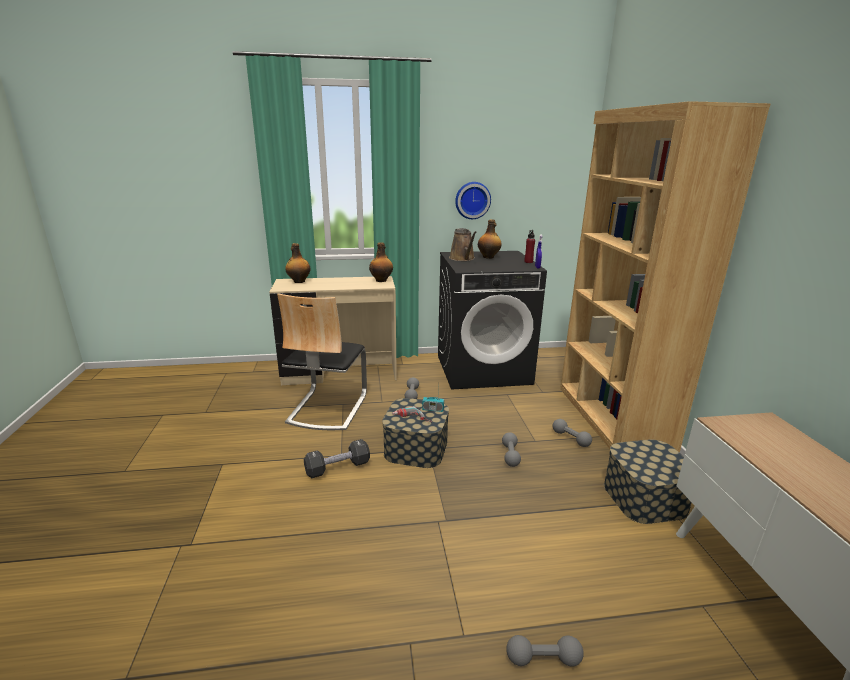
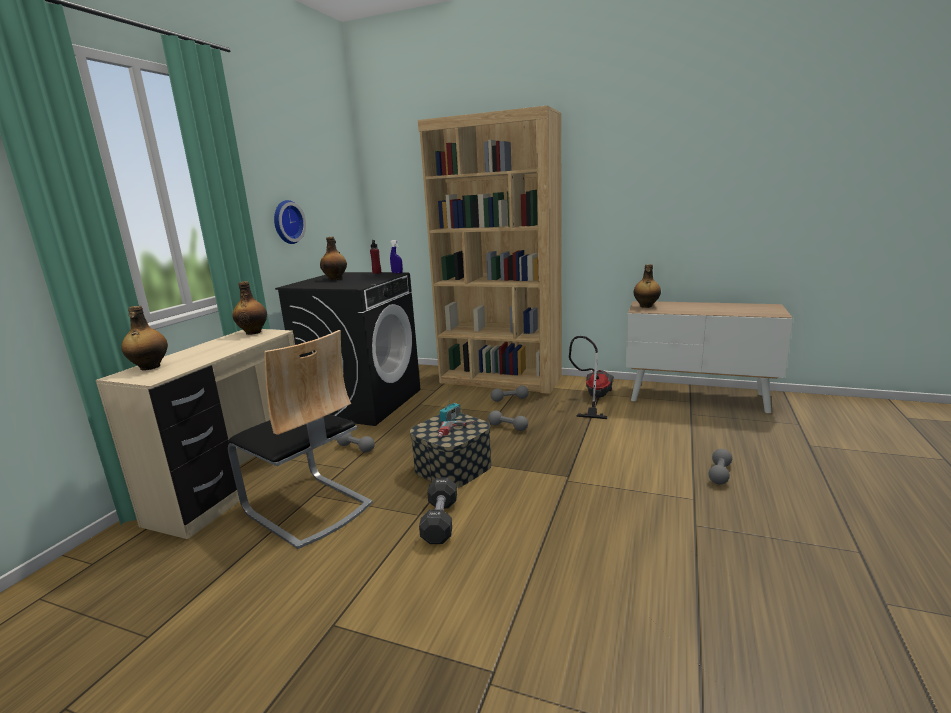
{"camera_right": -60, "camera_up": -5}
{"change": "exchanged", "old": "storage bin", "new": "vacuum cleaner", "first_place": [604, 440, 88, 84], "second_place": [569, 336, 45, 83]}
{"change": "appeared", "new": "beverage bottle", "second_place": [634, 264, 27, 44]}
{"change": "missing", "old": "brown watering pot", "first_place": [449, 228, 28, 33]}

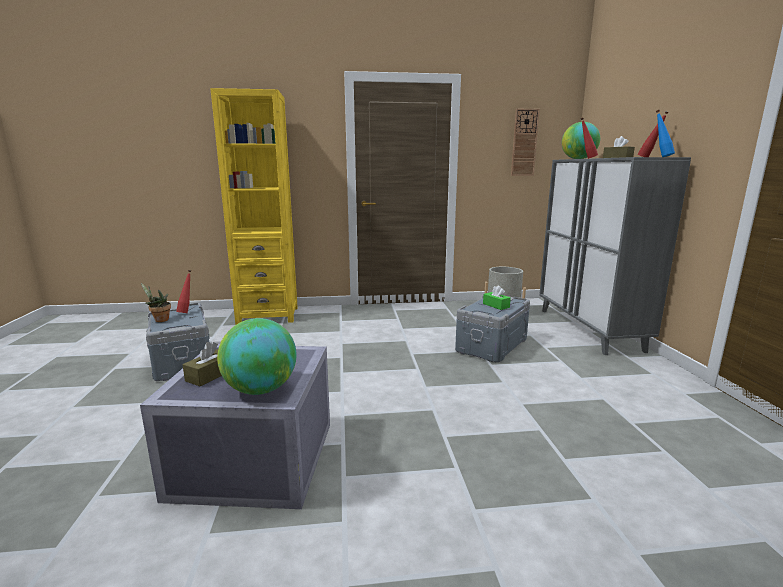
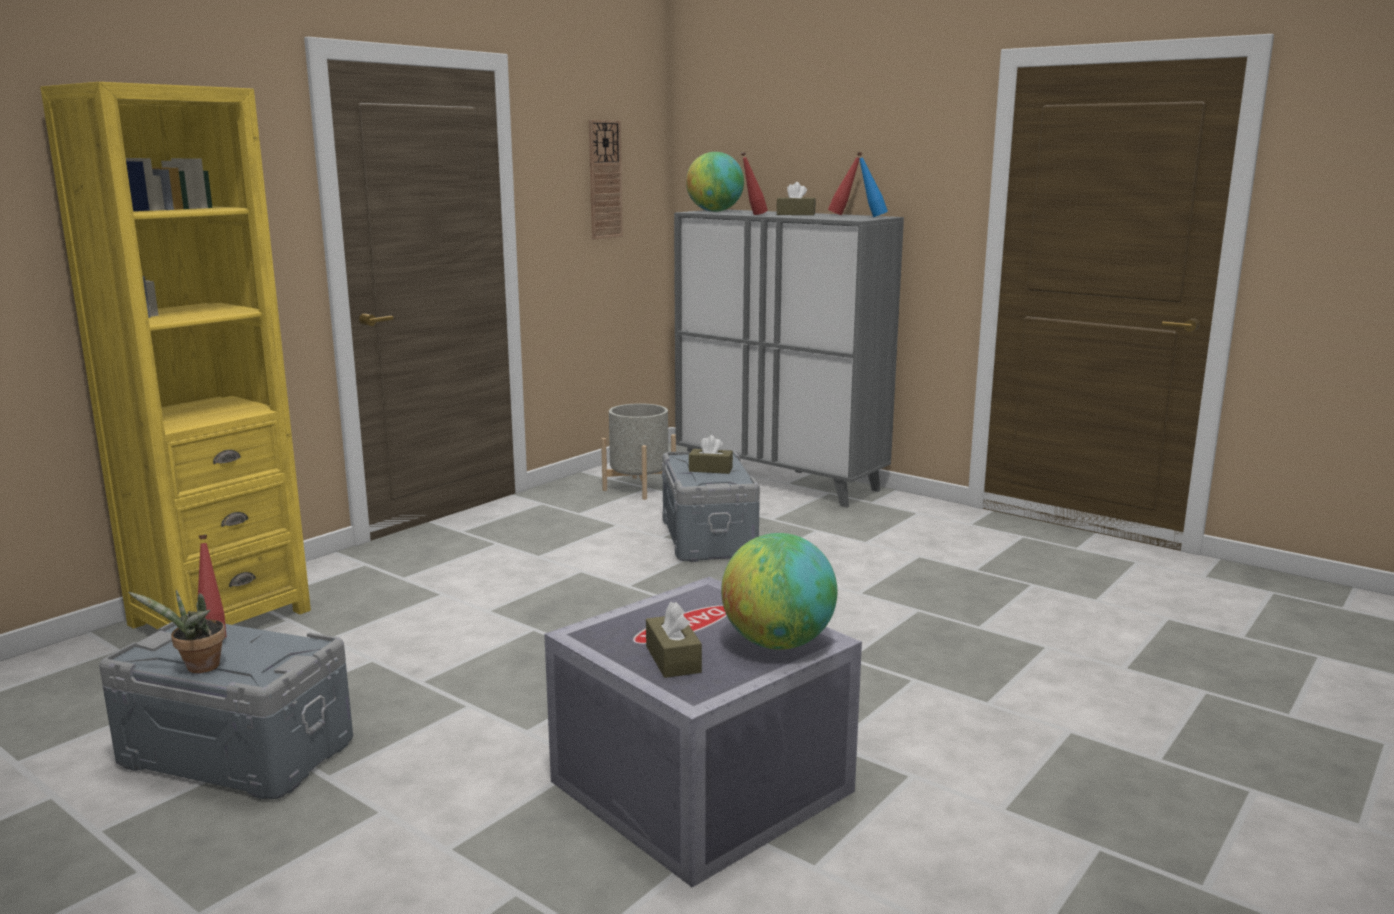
{"camera_right": -45, "camera_up": 0}
{"change": "colour", "old": "green-coloured tissue box", "new": "brown tissue box", "first_place": [483, 286, 28, 24], "second_place": [689, 435, 44, 39]}

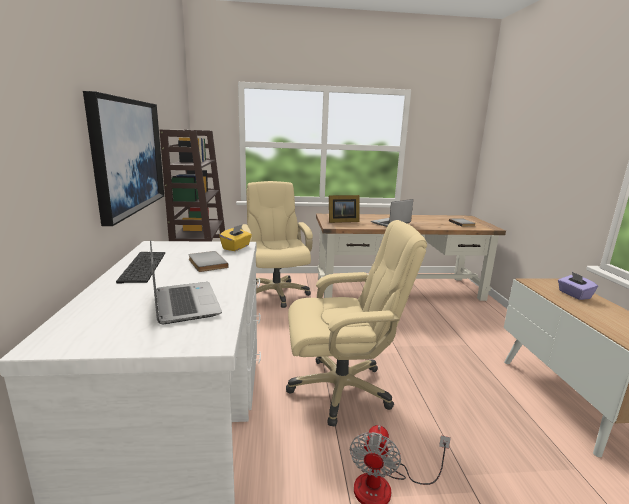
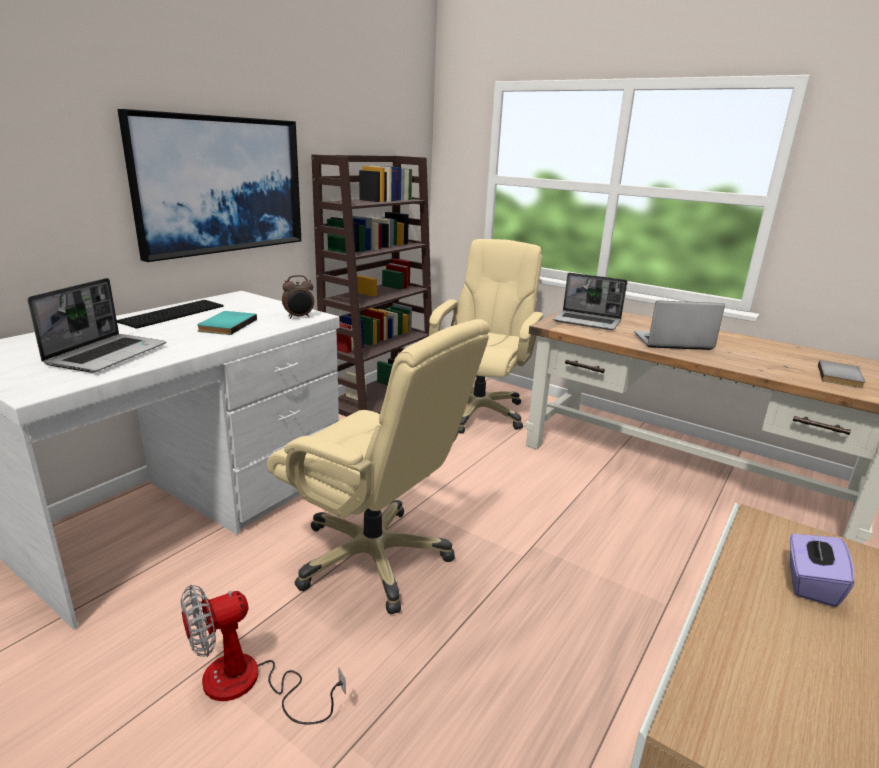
{"camera_right": 40, "camera_up": 5}
{"change": "colour", "old": "grey bound book", "new": "turquoise-coloured bound book", "first_place": [188, 251, 41, 21], "second_place": [197, 311, 60, 24]}
{"change": "exchanged", "old": "yellow-coloured tissue box", "new": "table clock", "first_place": [219, 224, 33, 27], "second_place": [282, 275, 32, 44]}
{"change": "exchanged", "old": "standing frame", "new": "laptop", "first_place": [329, 195, 30, 28], "second_place": [553, 273, 74, 57]}

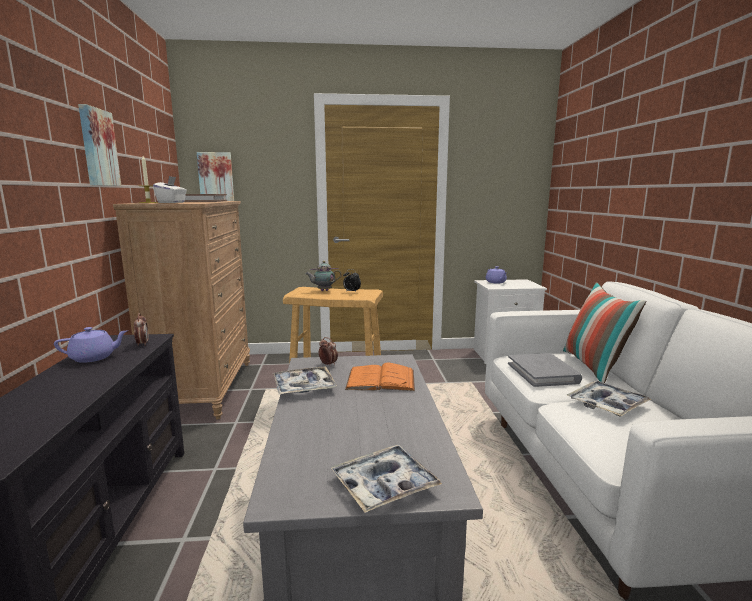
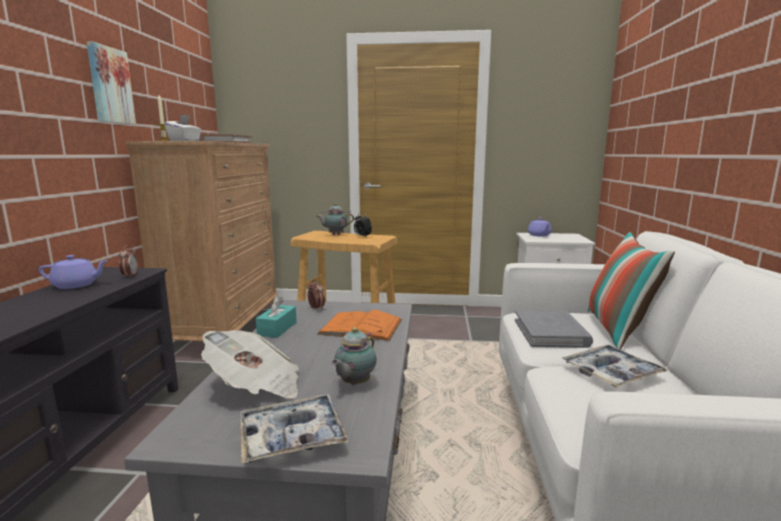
{"camera_right": 10, "camera_up": 0}
{"change": "appeared", "new": "newspaper", "second_place": [201, 330, 98, 69]}
{"change": "exchanged", "old": "serving tray", "new": "turquoise-coloured tissue box", "first_place": [273, 366, 64, 28], "second_place": [256, 295, 41, 43]}
{"change": "appeared", "new": "teapot", "second_place": [331, 327, 46, 58]}
{"change": "missing", "old": "wall picture", "first_place": [197, 152, 37, 49]}

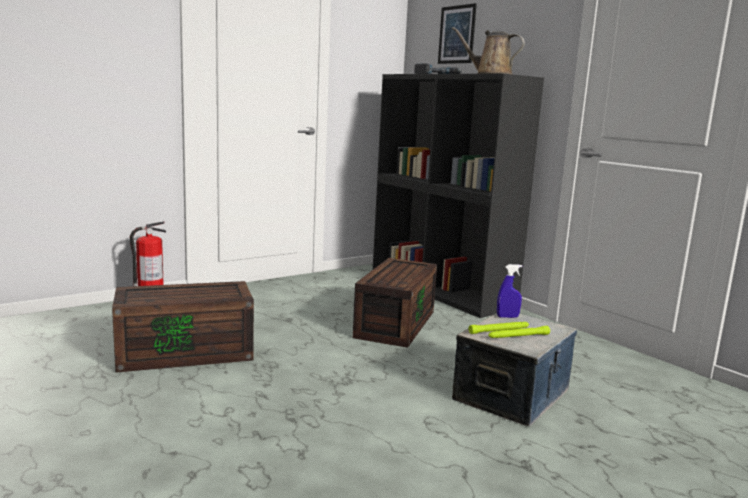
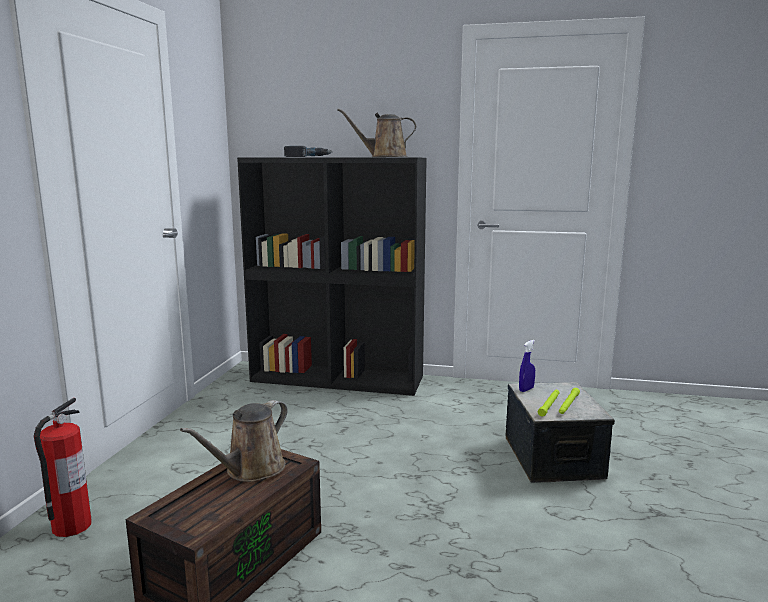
{"camera_right": -40, "camera_up": 0}
{"change": "appeared", "new": "brown watering pot", "second_place": [180, 400, 107, 82]}
{"change": "missing", "old": "brown storage bin", "first_place": [353, 258, 84, 90]}
{"change": "missing", "old": "wall picture", "first_place": [438, 3, 39, 61]}

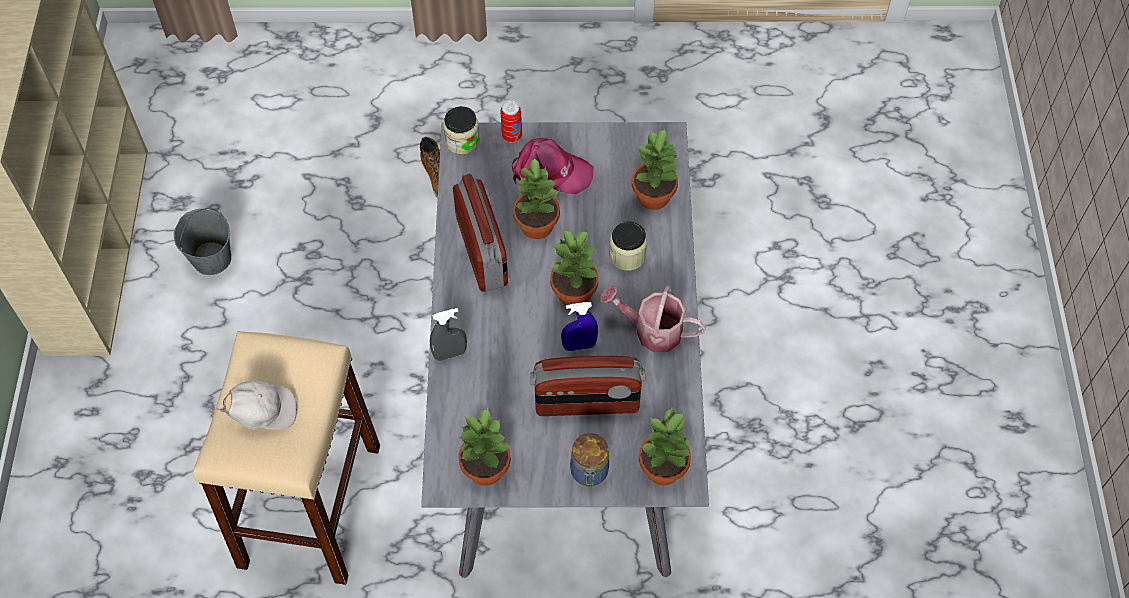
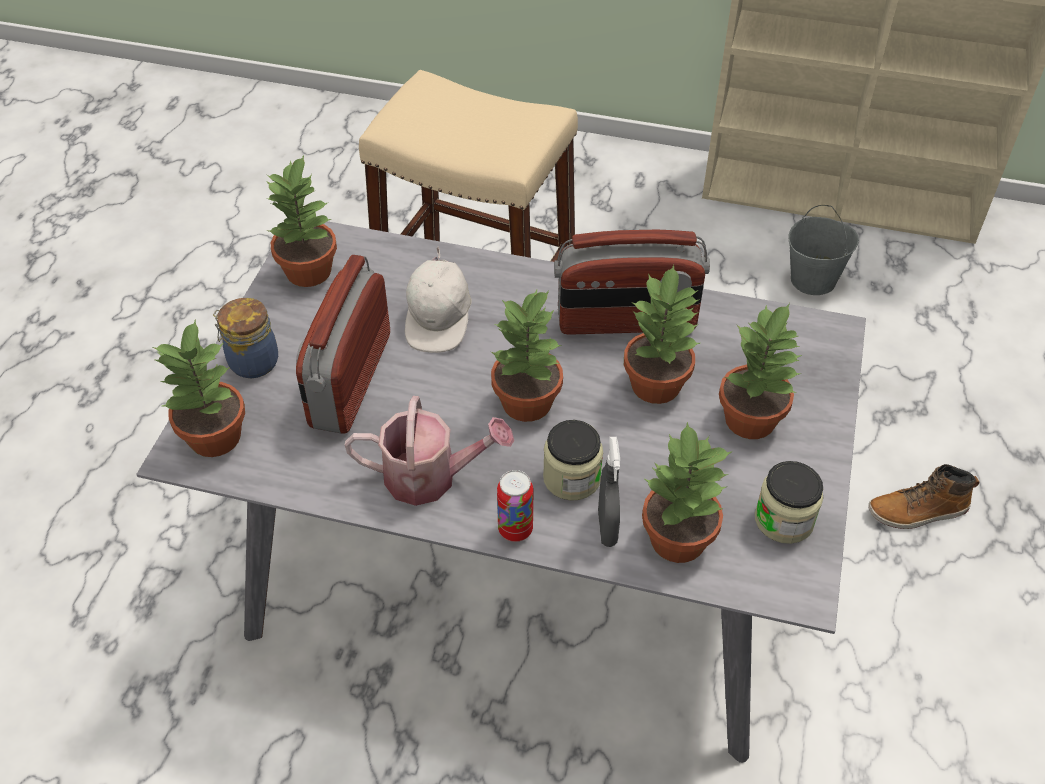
{"camera_right": 105, "camera_up": -10}
{"change": "spun", "old": "watering pot", "first_place": [600, 286, 106, 66], "second_place": [345, 396, 169, 110], "degrees": 60}
{"change": "relocated", "old": "white-coloured cap", "first_place": [211, 380, 86, 50], "second_place": [405, 247, 67, 106]}
{"change": "relocated", "old": "sealed can", "first_place": [500, 100, 22, 43], "second_place": [497, 470, 36, 72]}
{"change": "relocated", "old": "grey sprayer", "first_place": [430, 308, 37, 53], "second_place": [598, 437, 22, 110]}
{"change": "exchanged", "old": "pinkish cap", "new": "potted plant", "first_place": [512, 138, 81, 56], "second_place": [719, 303, 83, 136]}
{"change": "relocated", "old": "jar", "first_place": [443, 106, 37, 48], "second_place": [755, 461, 68, 83]}
{"change": "missing", "old": "blue-coloured sprayer", "first_place": [561, 302, 37, 49]}

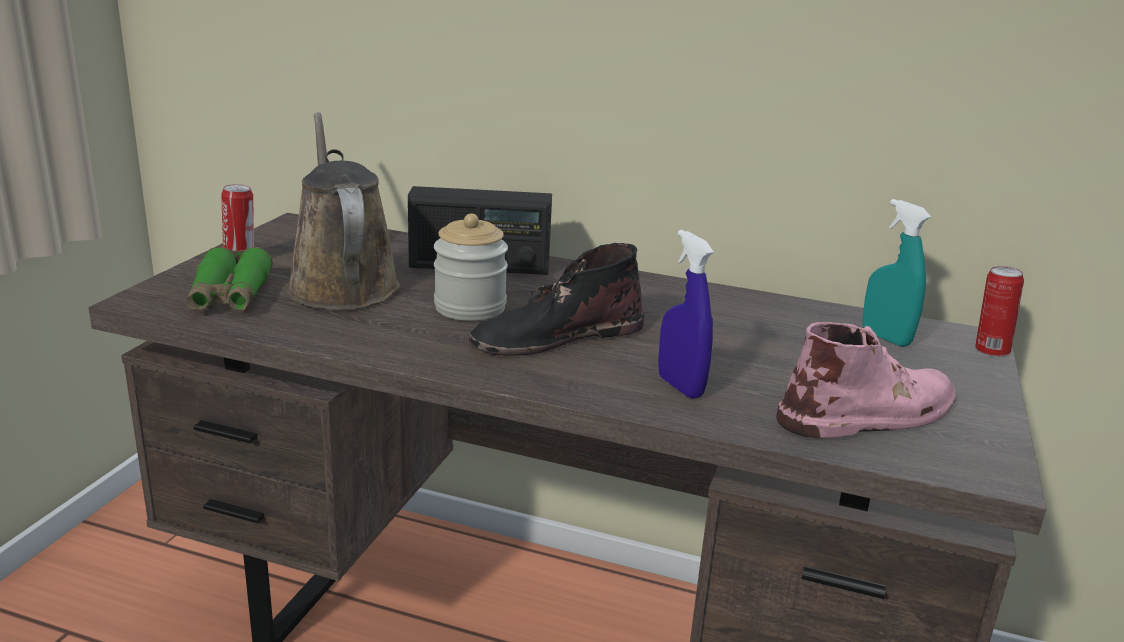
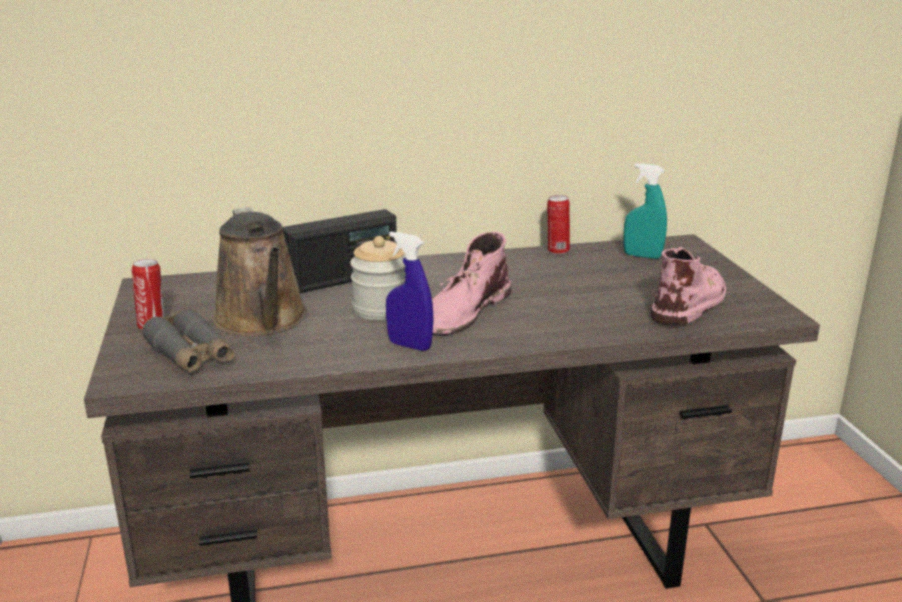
{"camera_right": -30, "camera_up": 0}
{"change": "colour", "old": "green-coloured binoculars", "new": "grey binoculars", "first_place": [187, 247, 86, 63], "second_place": [142, 308, 92, 65]}
{"change": "spun", "old": "brown watering pot", "first_place": [286, 112, 114, 198], "second_place": [213, 207, 94, 129], "degrees": -150}
{"change": "relocated", "old": "blue-coloured sprayer", "first_place": [658, 230, 56, 169], "second_place": [386, 232, 48, 119]}
{"change": "colour", "old": "blackish boot", "new": "pinkish boot", "first_place": [469, 243, 175, 113], "second_place": [432, 232, 79, 104]}
{"change": "relocated", "old": "sealed can", "first_place": [975, 266, 49, 91], "second_place": [547, 195, 23, 60]}

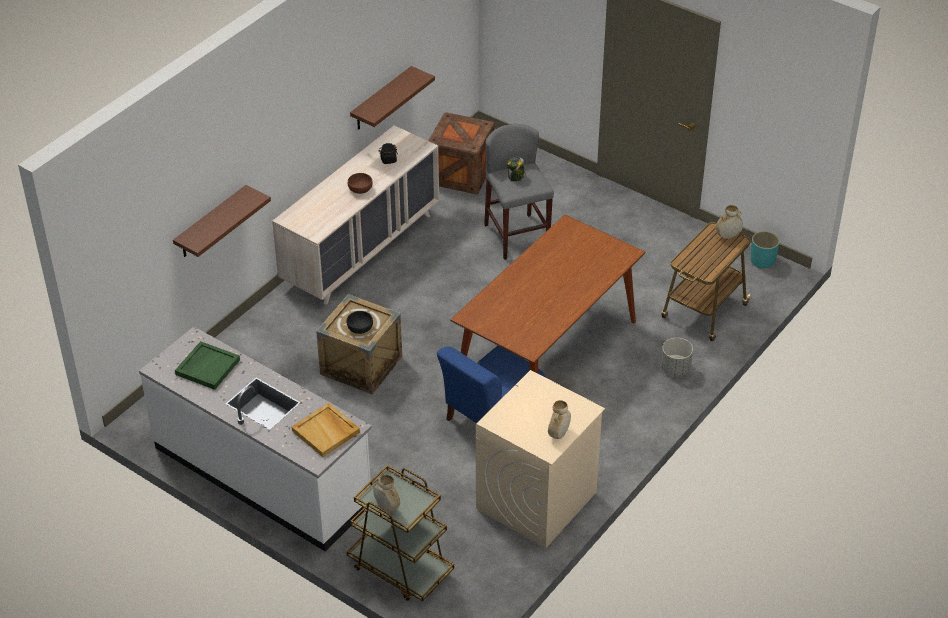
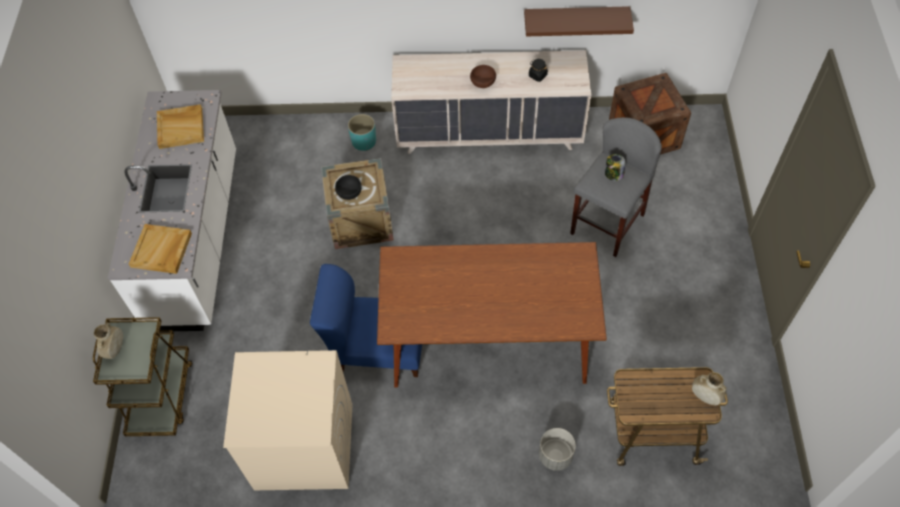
{"camera_right": 55, "camera_up": 15}
{"change": "colour", "old": "green-coloured serving tray", "new": "beige-coloured serving tray", "first_place": [175, 341, 65, 49], "second_place": [157, 104, 47, 45]}
{"change": "relocated", "old": "turquoise-coloured flower pot", "first_place": [750, 231, 30, 38], "second_place": [348, 114, 28, 37]}
{"change": "missing", "old": "brown bracket shelf", "first_place": [173, 185, 98, 72]}
{"change": "missing", "old": "beige-coloured decorative vase", "first_place": [548, 400, 23, 39]}

